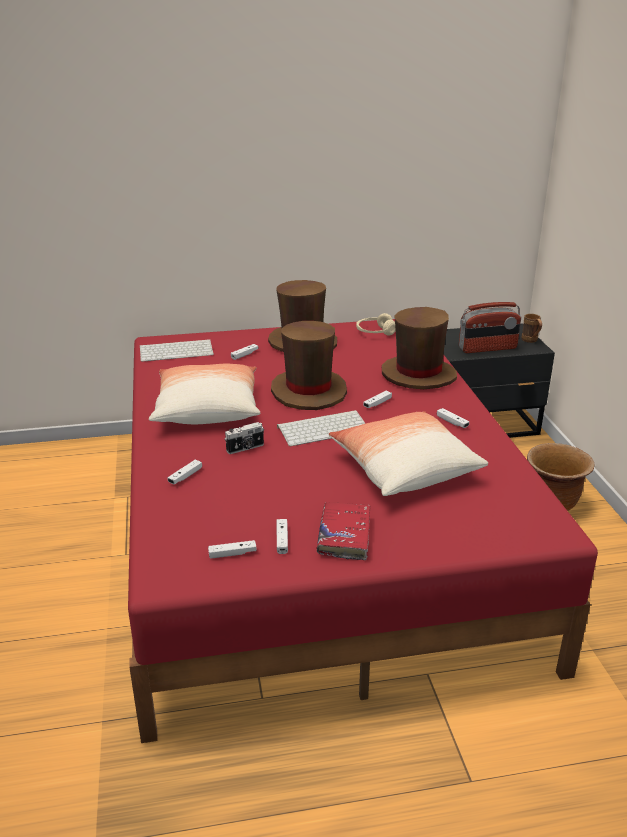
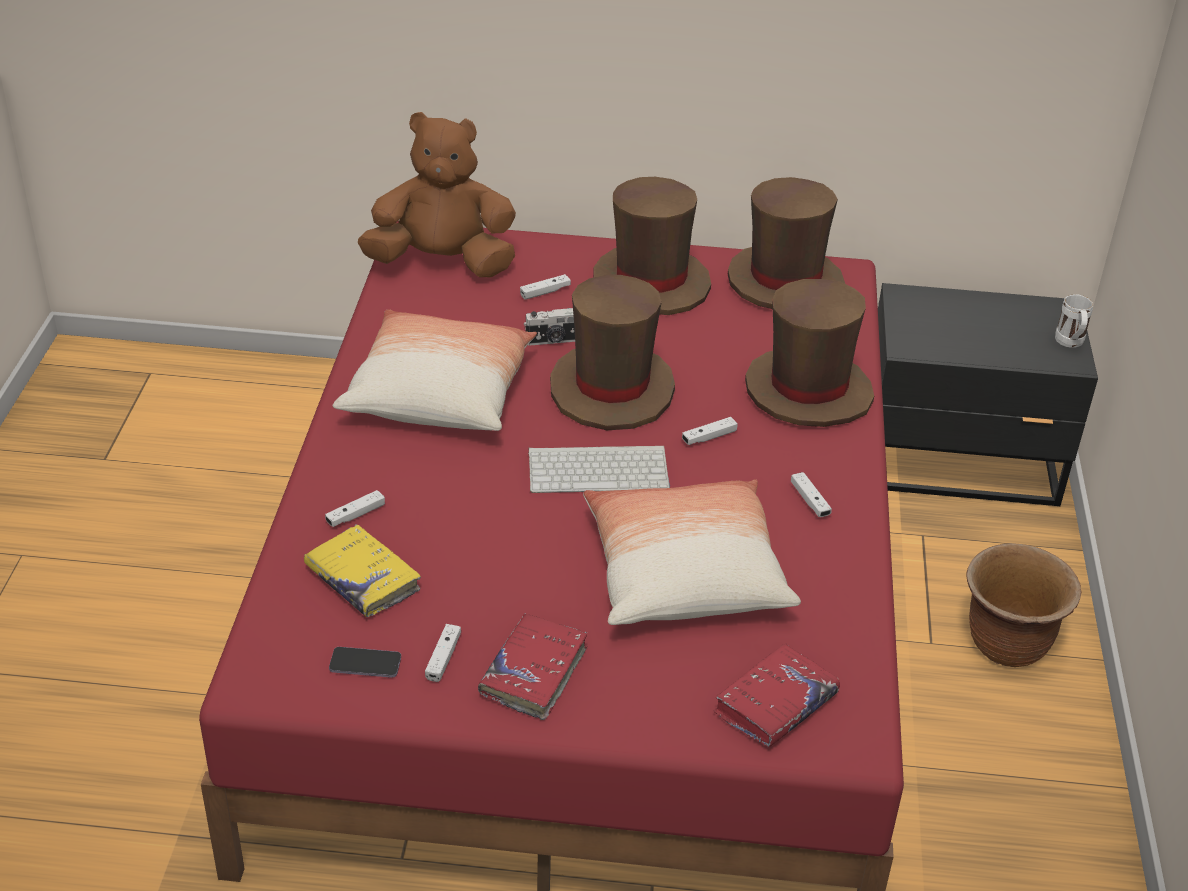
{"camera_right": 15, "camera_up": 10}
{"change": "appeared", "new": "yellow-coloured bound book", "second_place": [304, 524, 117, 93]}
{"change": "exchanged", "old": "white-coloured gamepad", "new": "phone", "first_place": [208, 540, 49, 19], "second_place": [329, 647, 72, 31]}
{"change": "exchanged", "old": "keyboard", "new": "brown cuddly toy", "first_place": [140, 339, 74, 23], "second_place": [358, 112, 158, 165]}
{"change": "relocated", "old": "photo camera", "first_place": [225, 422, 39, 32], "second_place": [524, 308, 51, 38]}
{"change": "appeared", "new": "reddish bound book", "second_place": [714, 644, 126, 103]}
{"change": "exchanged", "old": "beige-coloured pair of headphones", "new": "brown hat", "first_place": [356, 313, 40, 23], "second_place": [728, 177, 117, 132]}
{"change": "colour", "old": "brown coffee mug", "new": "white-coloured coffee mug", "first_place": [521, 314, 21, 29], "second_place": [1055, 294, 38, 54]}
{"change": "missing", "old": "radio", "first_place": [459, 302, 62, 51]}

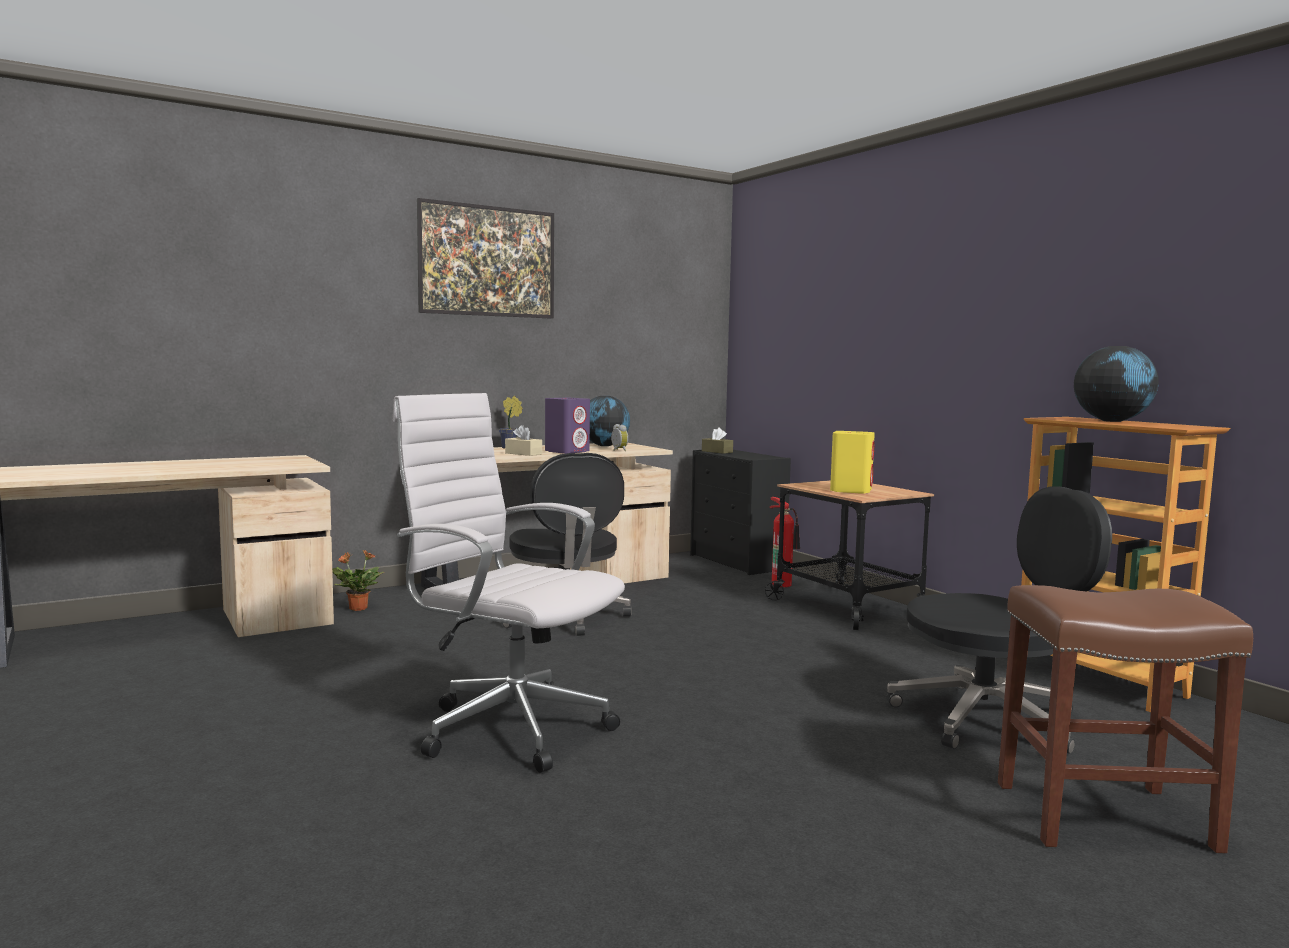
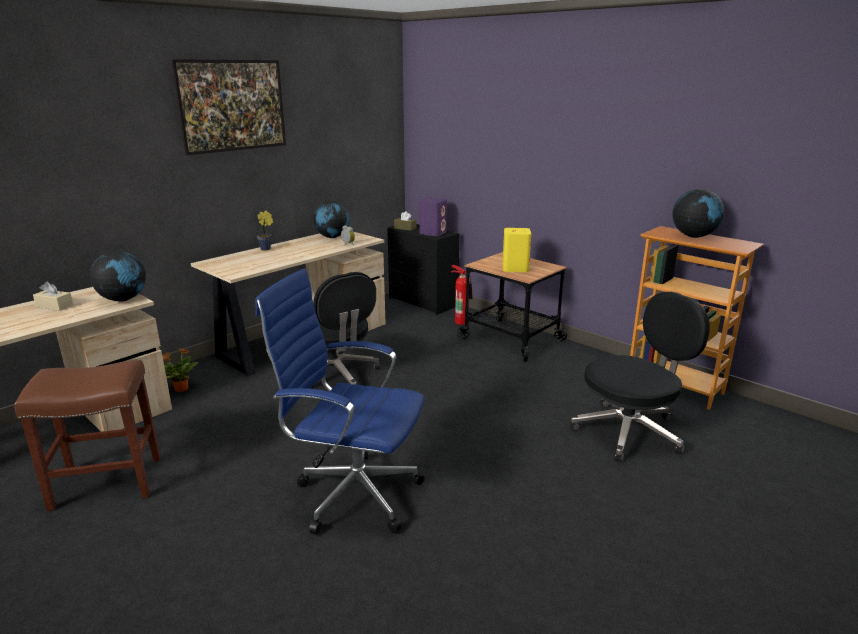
{"camera_right": -15, "camera_up": 15}
{"change": "relocated", "old": "brown stool seat", "first_place": [998, 585, 255, 268], "second_place": [14, 360, 146, 151]}
{"change": "relocated", "old": "beige-coloured tissue box", "first_place": [505, 425, 37, 31], "second_place": [33, 282, 40, 29]}
{"change": "appeared", "new": "world globe", "second_place": [90, 251, 56, 51]}
{"change": "colour", "old": "white-coloured desk chair", "new": "blue-coloured desk chair", "first_place": [392, 393, 233, 380], "second_place": [255, 269, 170, 266]}
{"change": "relocated", "old": "purple-coloured speaker", "first_place": [545, 398, 45, 56], "second_place": [419, 198, 28, 38]}

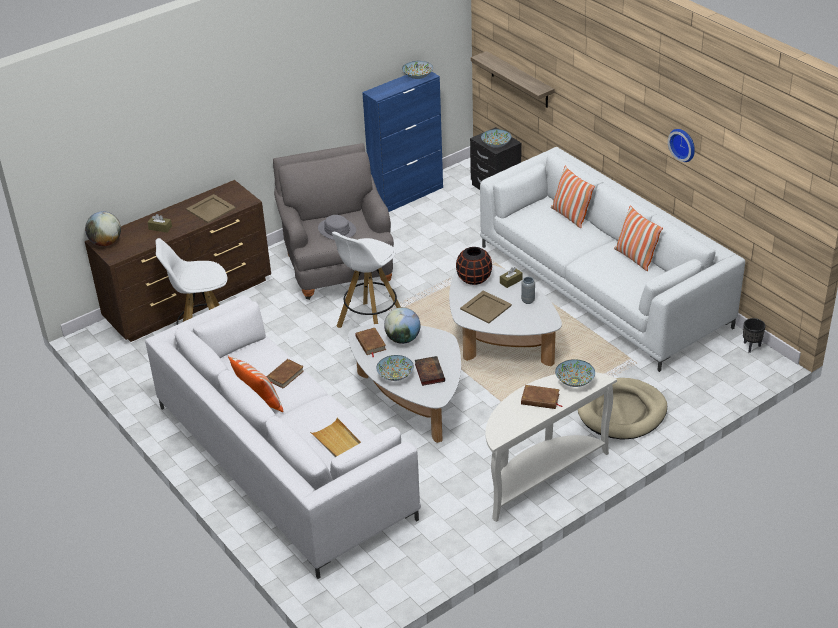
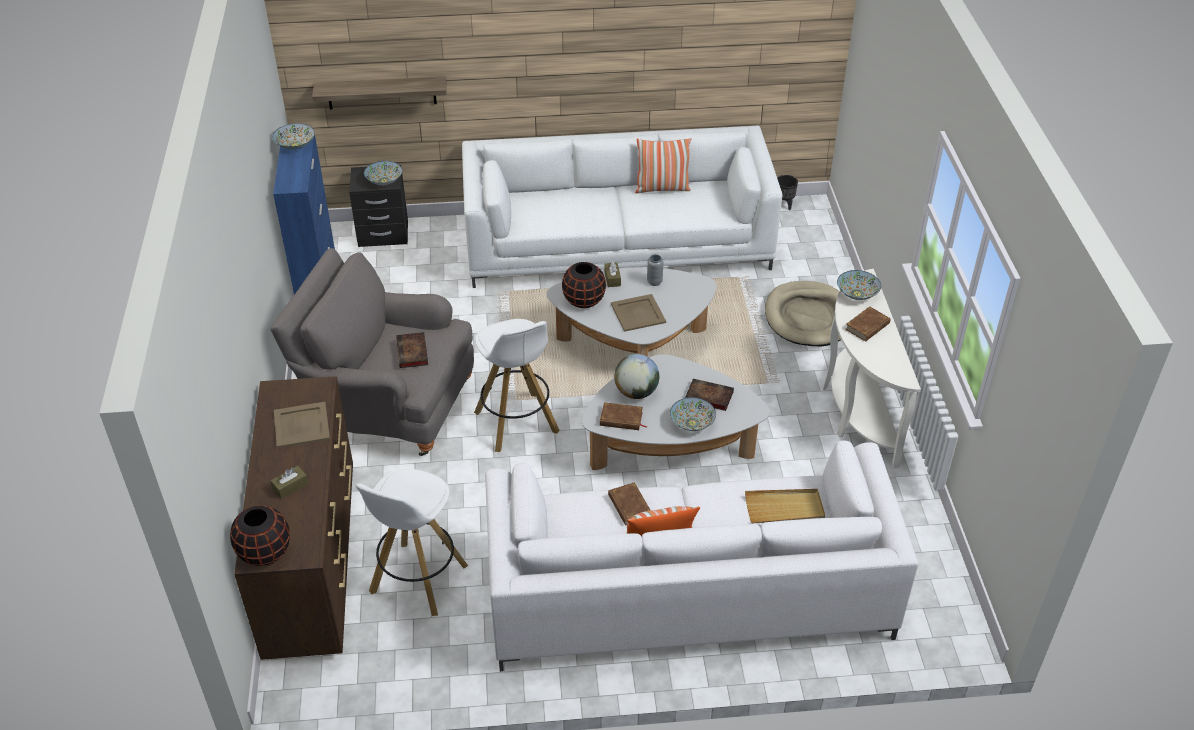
{"camera_right": -60, "camera_up": 5}
{"change": "exchanged", "old": "world globe", "new": "blackish decorative vase", "first_place": [85, 211, 36, 35], "second_place": [230, 505, 60, 61]}
{"change": "exchanged", "old": "grey hat", "new": "bound book", "first_place": [318, 215, 38, 25], "second_place": [396, 332, 32, 36]}
{"change": "missing", "old": "cushion", "first_place": [551, 166, 44, 62]}
{"change": "missing", "old": "hanging clock", "first_place": [668, 129, 27, 33]}

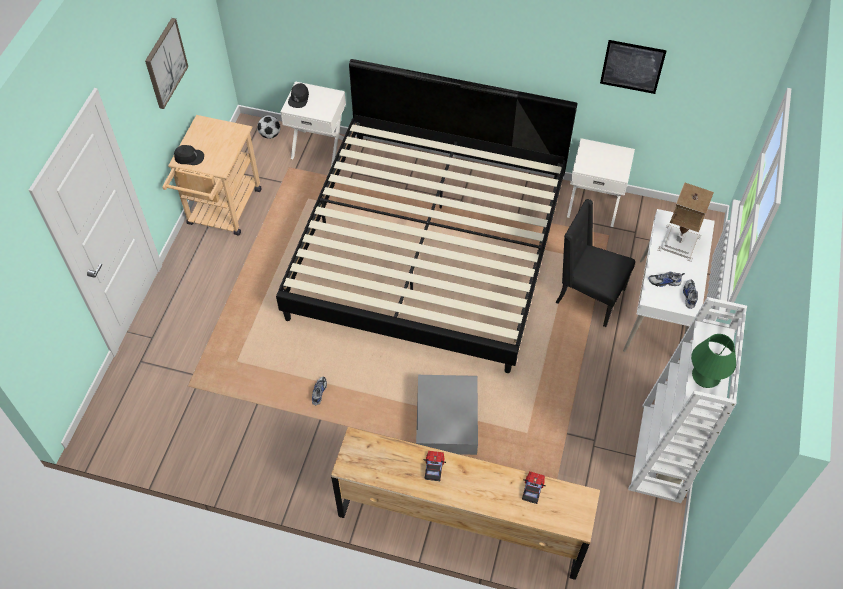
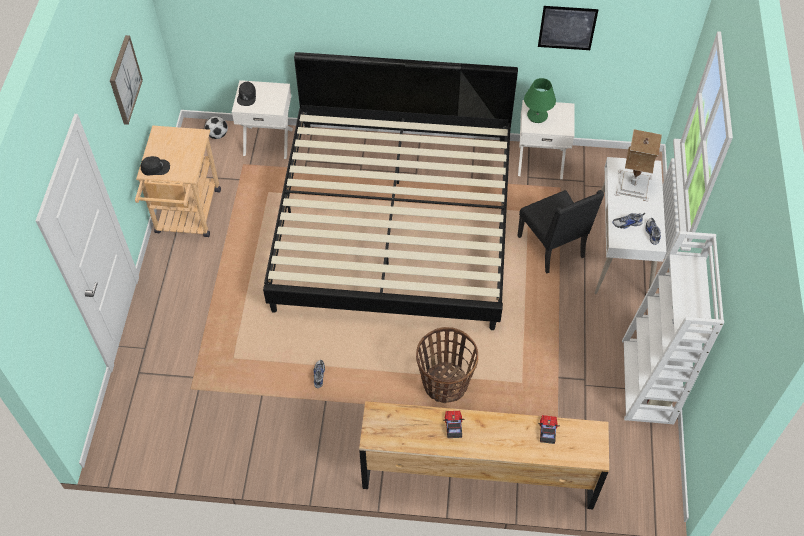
{"camera_right": -10, "camera_up": 0}
{"change": "exchanged", "old": "grey storage bin", "new": "household basket", "first_place": [416, 375, 62, 80], "second_place": [416, 327, 62, 76]}
{"change": "spun", "old": "blackish chair", "first_place": [556, 199, 79, 128], "second_place": [518, 190, 86, 84], "degrees": -135}
{"change": "relocated", "old": "green-coloured table lamp", "first_place": [691, 334, 45, 54], "second_place": [524, 78, 32, 45]}

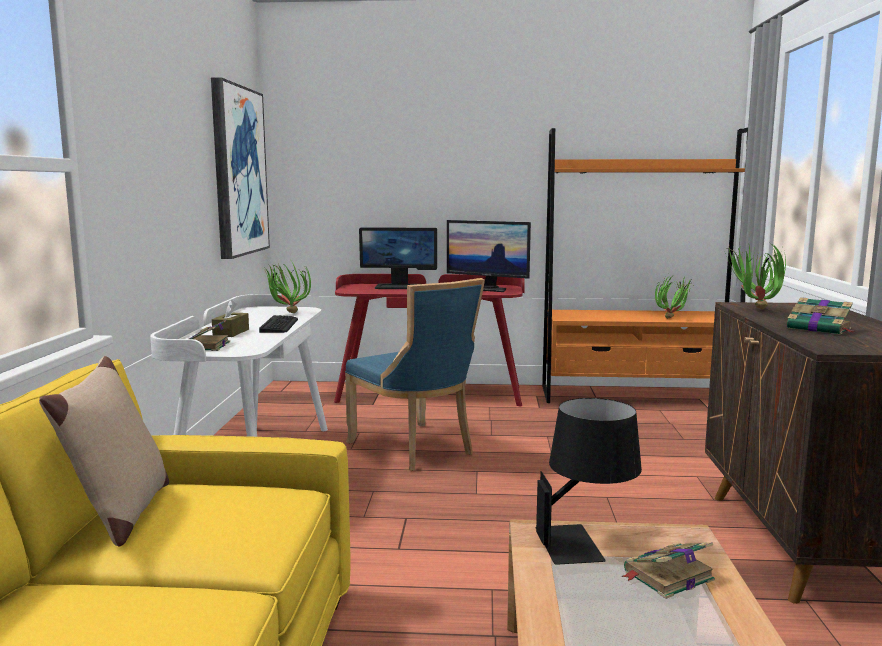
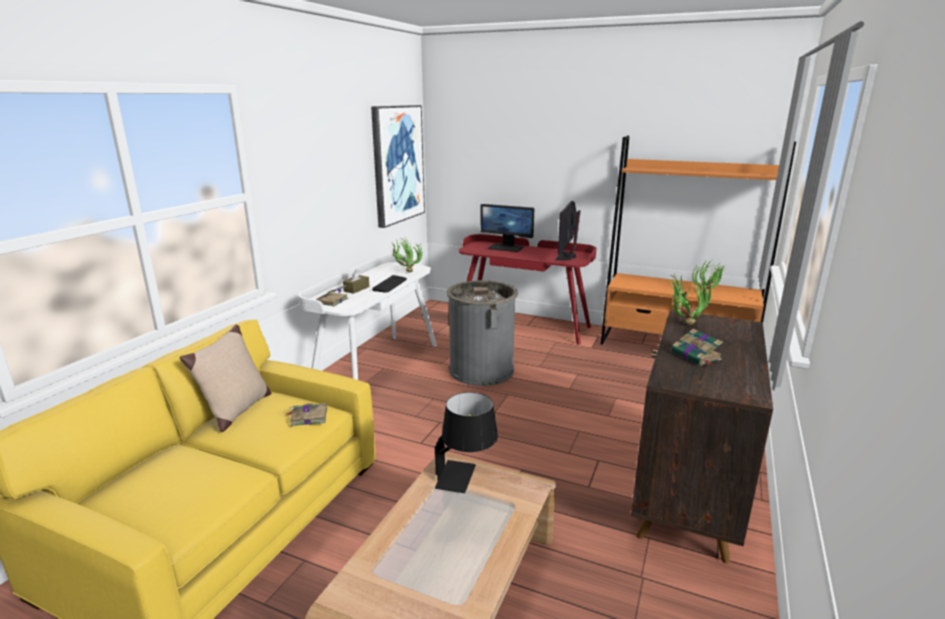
{"camera_right": 20, "camera_up": 10}
{"change": "relocated", "old": "bound book", "first_place": [621, 542, 94, 57], "second_place": [287, 403, 40, 23]}
{"change": "exchanged", "old": "blue-coloured chair", "new": "grey trash can", "first_place": [345, 278, 140, 193], "second_place": [446, 280, 72, 106]}
{"change": "spun", "old": "computer screen", "first_place": [447, 220, 84, 72], "second_place": [555, 201, 26, 59], "degrees": 60}

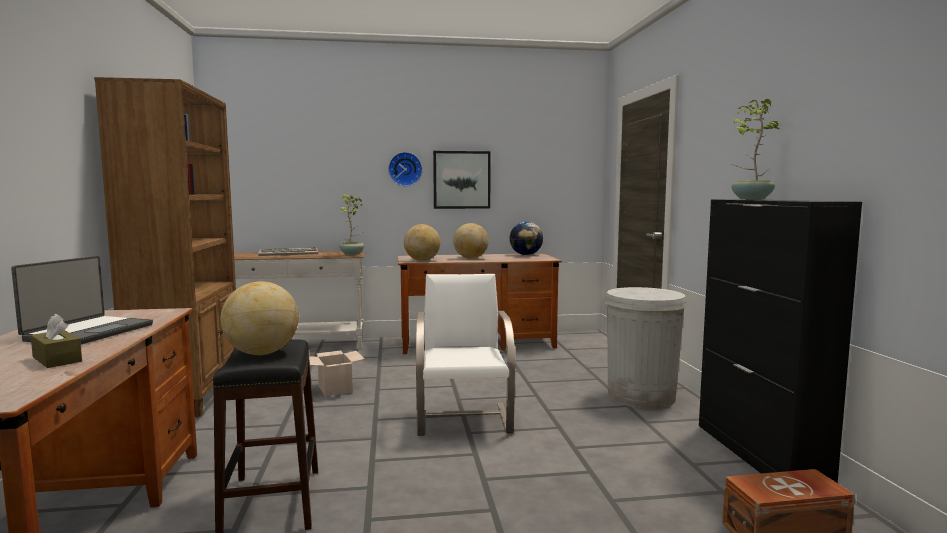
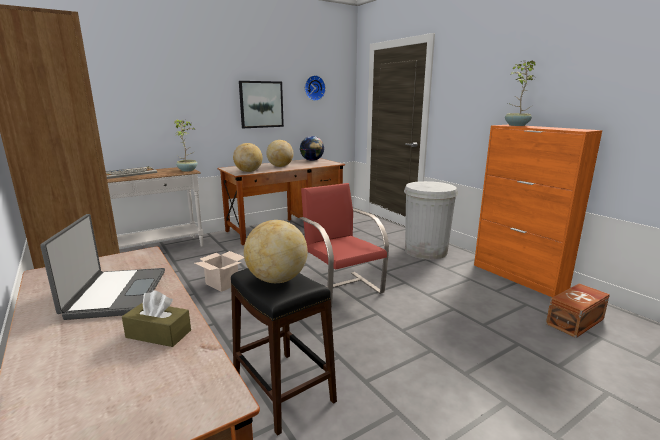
{"camera_right": -25, "camera_up": 10}
{"change": "colour", "old": "white-coloured chair", "new": "reddish chair", "first_place": [416, 274, 99, 162], "second_place": [299, 183, 90, 125]}
{"change": "relocated", "old": "hanging clock", "first_place": [388, 152, 34, 34], "second_place": [305, 75, 21, 26]}
{"change": "colour", "old": "blackish cabinet", "new": "orange cabinet", "first_place": [699, 199, 163, 284], "second_place": [474, 125, 128, 172]}

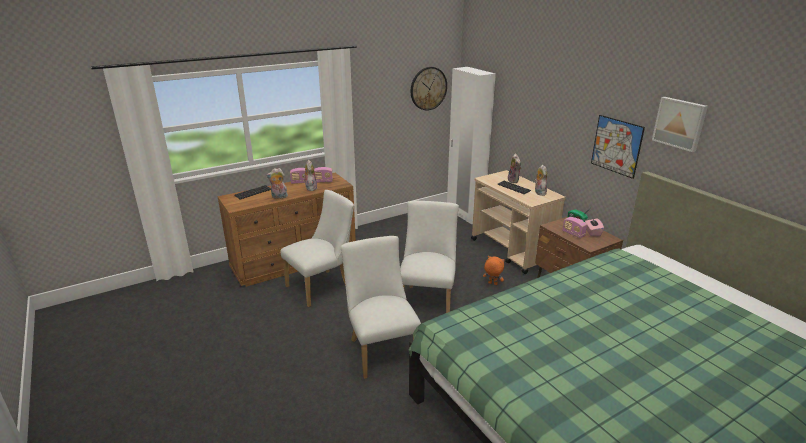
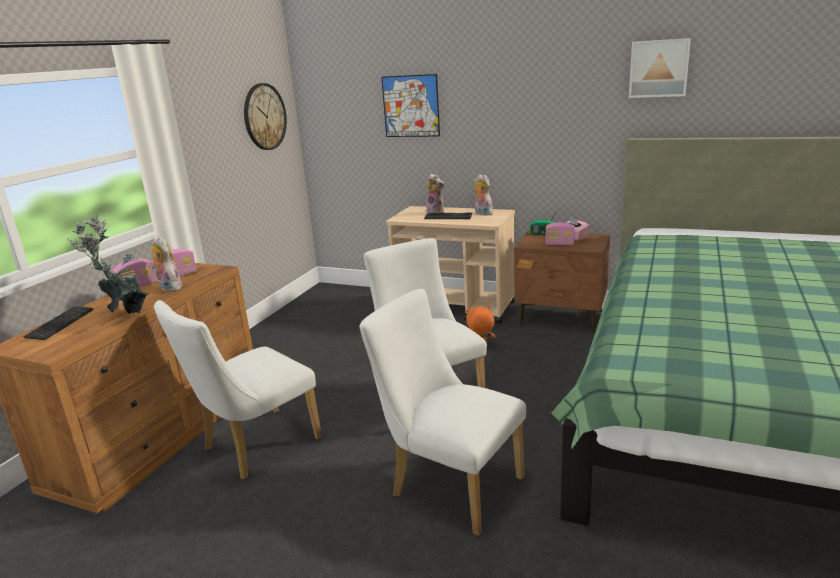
{"camera_right": -35, "camera_up": -5}
{"change": "exchanged", "old": "cuddly toy", "new": "potted plant", "first_place": [266, 168, 22, 31], "second_place": [67, 214, 81, 100]}
{"change": "spun", "old": "white-coloured chair", "first_place": [280, 190, 74, 117], "second_place": [154, 300, 168, 179], "degrees": -150}
{"change": "relocated", "old": "wall picture", "first_place": [591, 115, 54, 64], "second_place": [381, 74, 59, 63]}
{"change": "missing", "old": "white-coloured wardrobe", "first_place": [447, 67, 49, 157]}

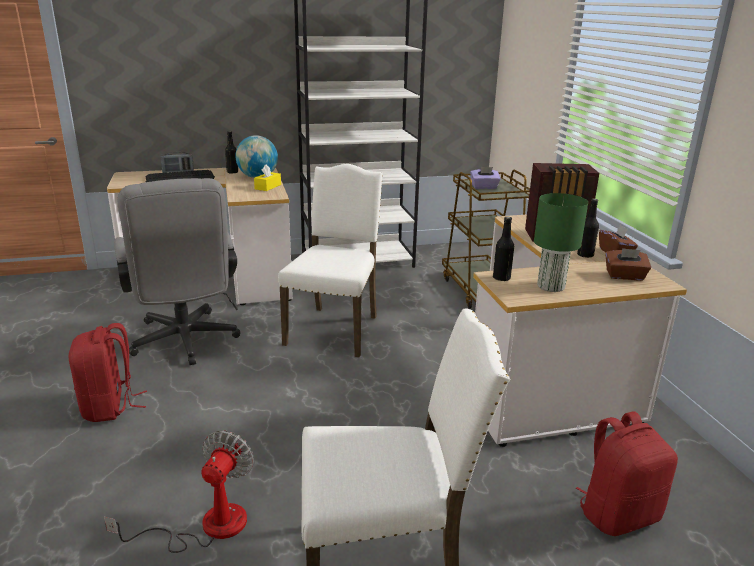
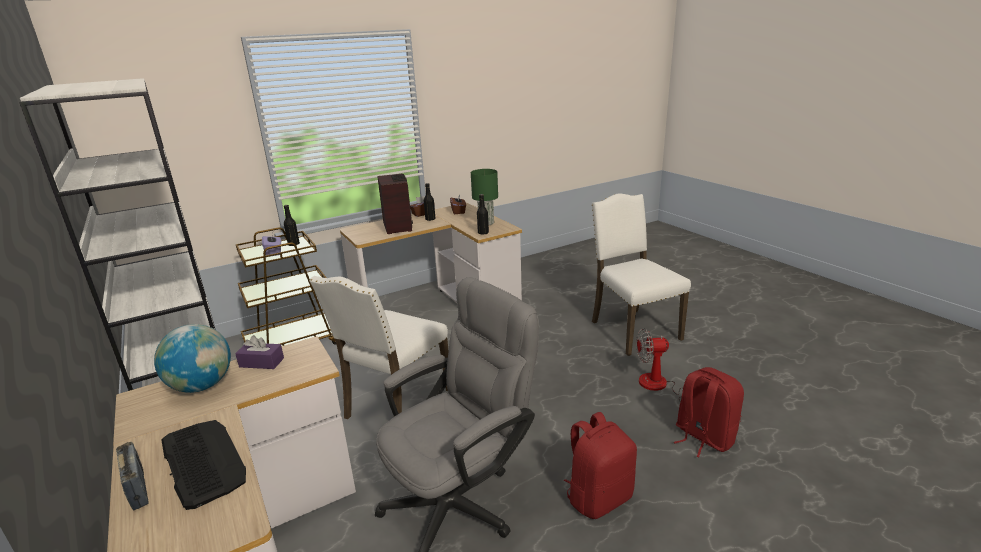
{"camera_right": -105, "camera_up": 0}
{"change": "colour", "old": "yellow-coloured tissue box", "new": "purple-coloured tissue box", "first_place": [254, 164, 27, 27], "second_place": [235, 335, 49, 34]}
{"change": "relocated", "old": "blackish beverage bottle", "first_place": [225, 131, 13, 43], "second_place": [284, 205, 16, 41]}
{"change": "spun", "old": "white-coloured chair", "first_place": [278, 164, 105, 193], "second_place": [310, 276, 138, 144], "degrees": -60}
{"change": "relocated", "old": "reddish backpack", "first_place": [576, 412, 102, 124], "second_place": [674, 367, 70, 90]}

